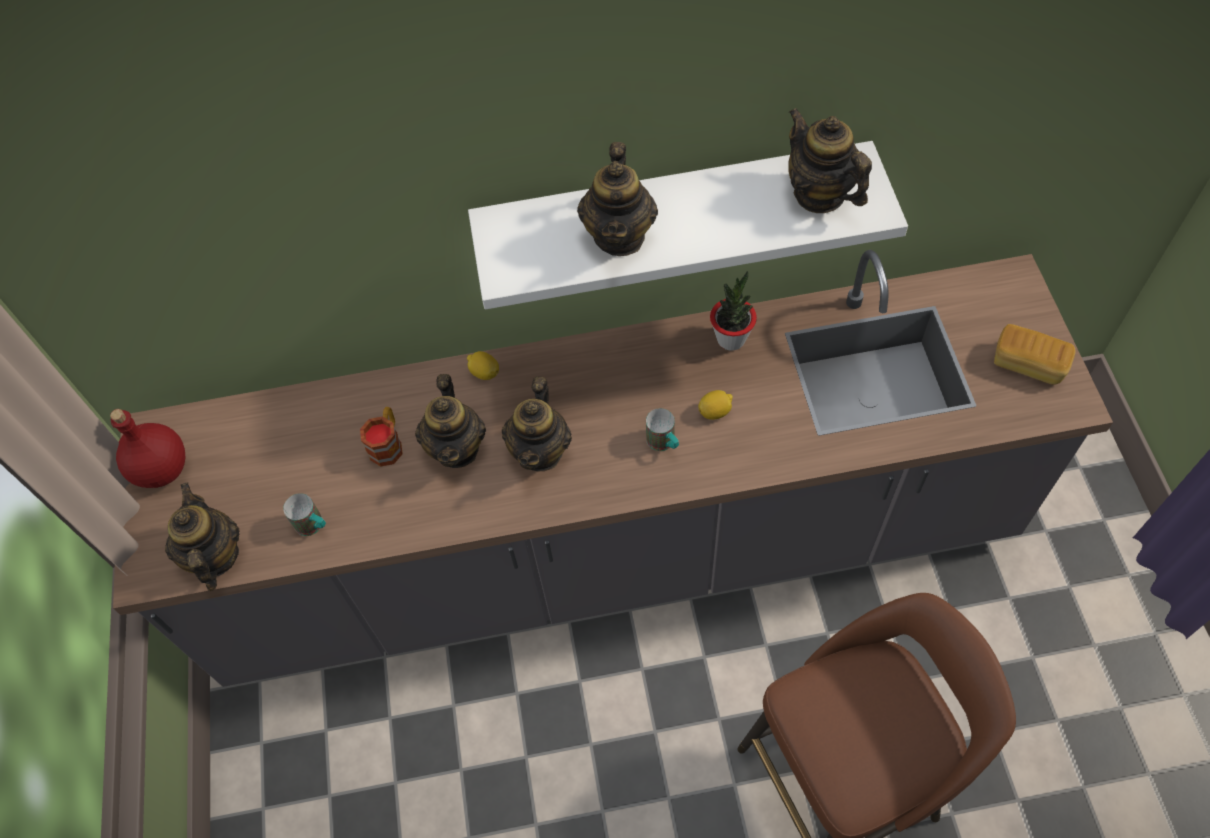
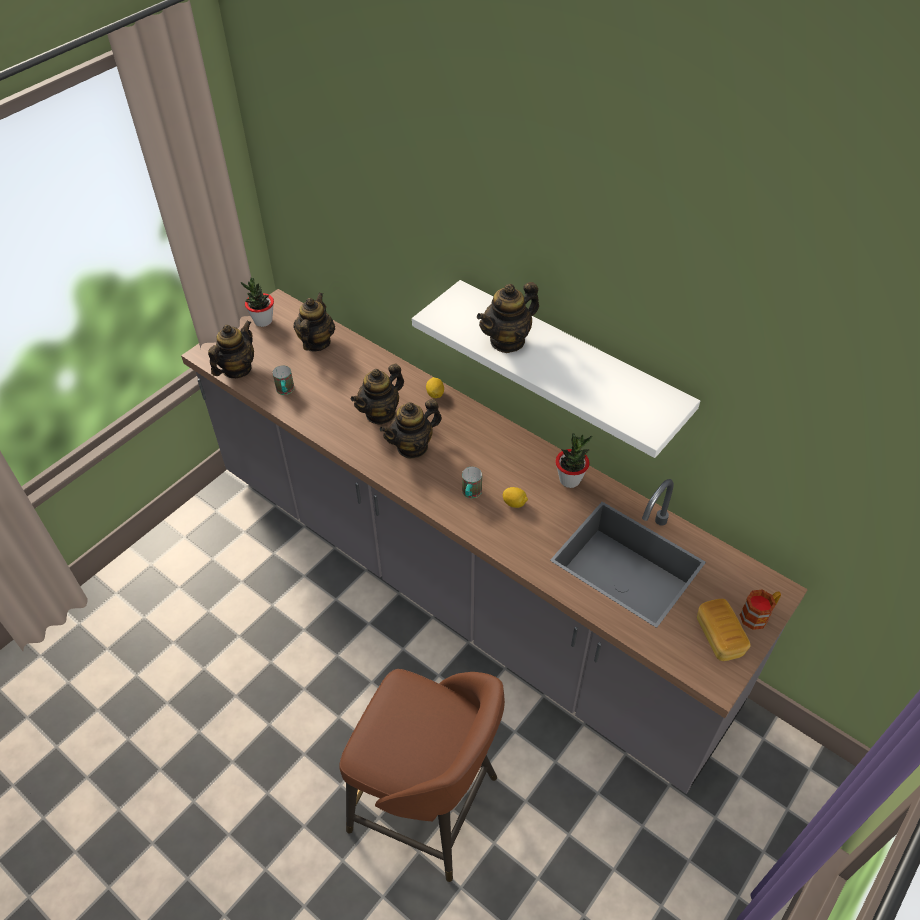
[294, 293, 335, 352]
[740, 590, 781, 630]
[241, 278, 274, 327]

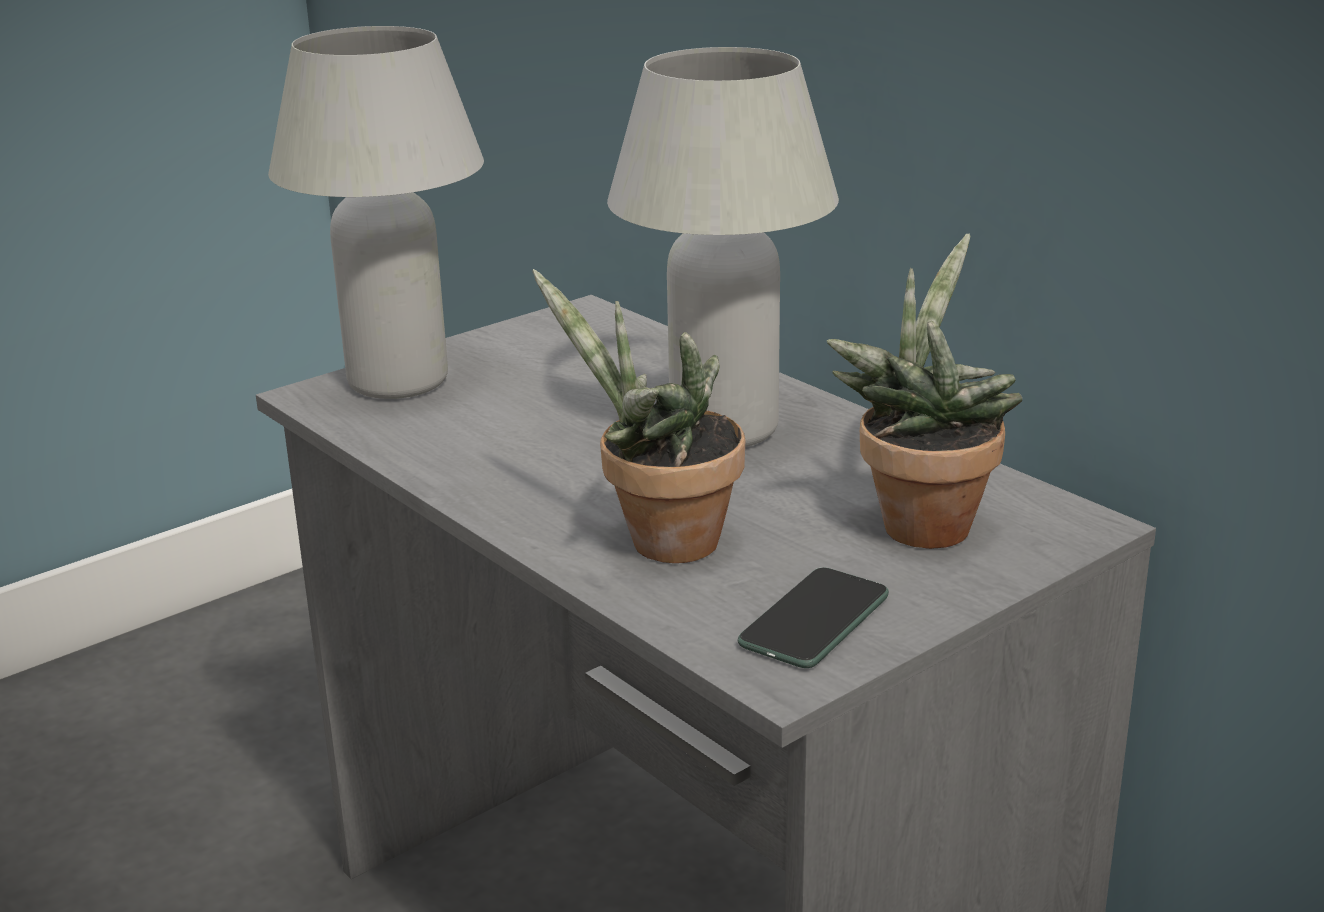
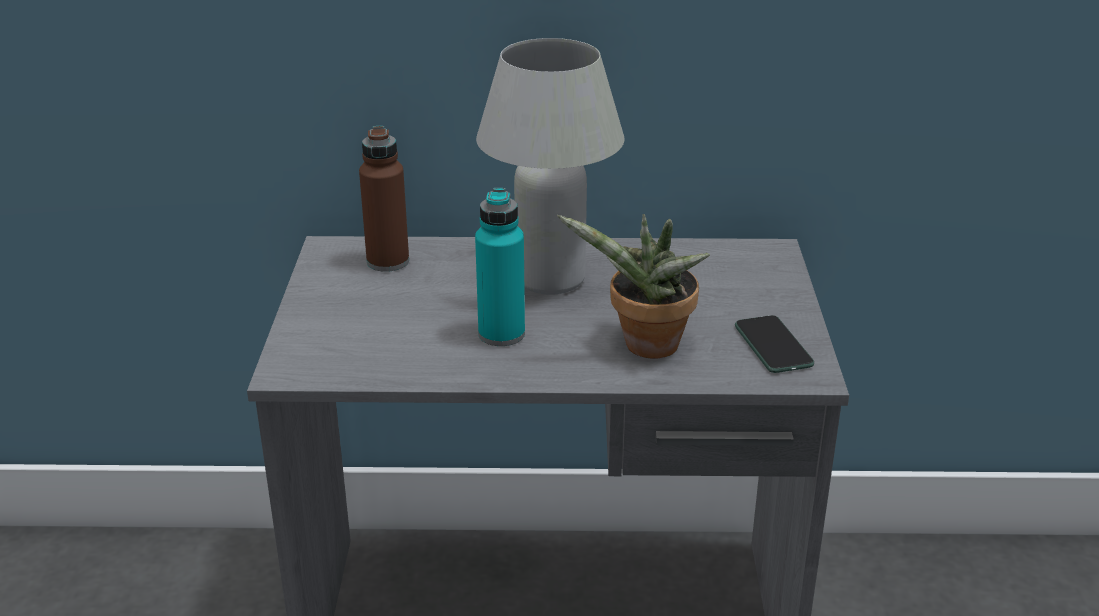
[268, 26, 484, 399] (first image)
[827, 234, 1022, 549] (first image)
[359, 126, 409, 272]
[475, 188, 525, 346]

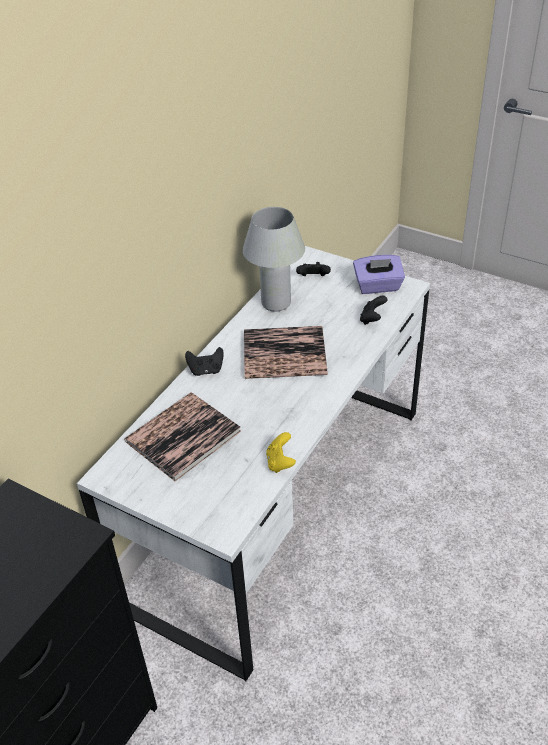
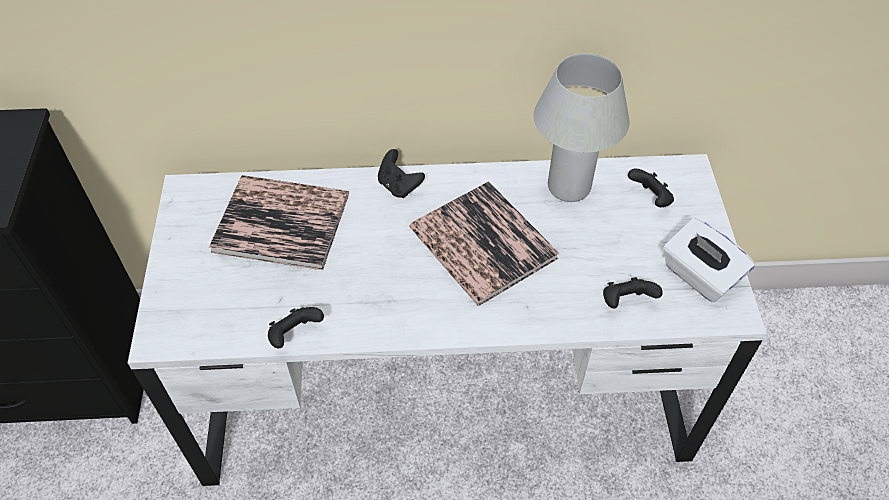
[663, 218, 755, 302]
[268, 307, 324, 349]

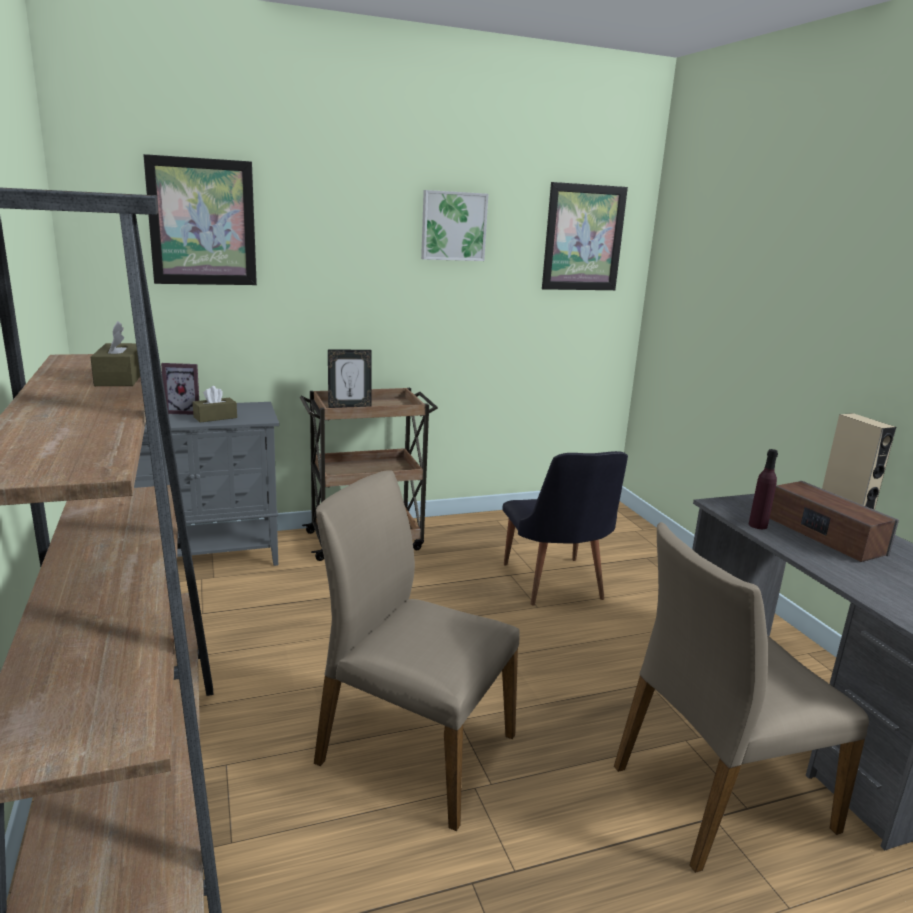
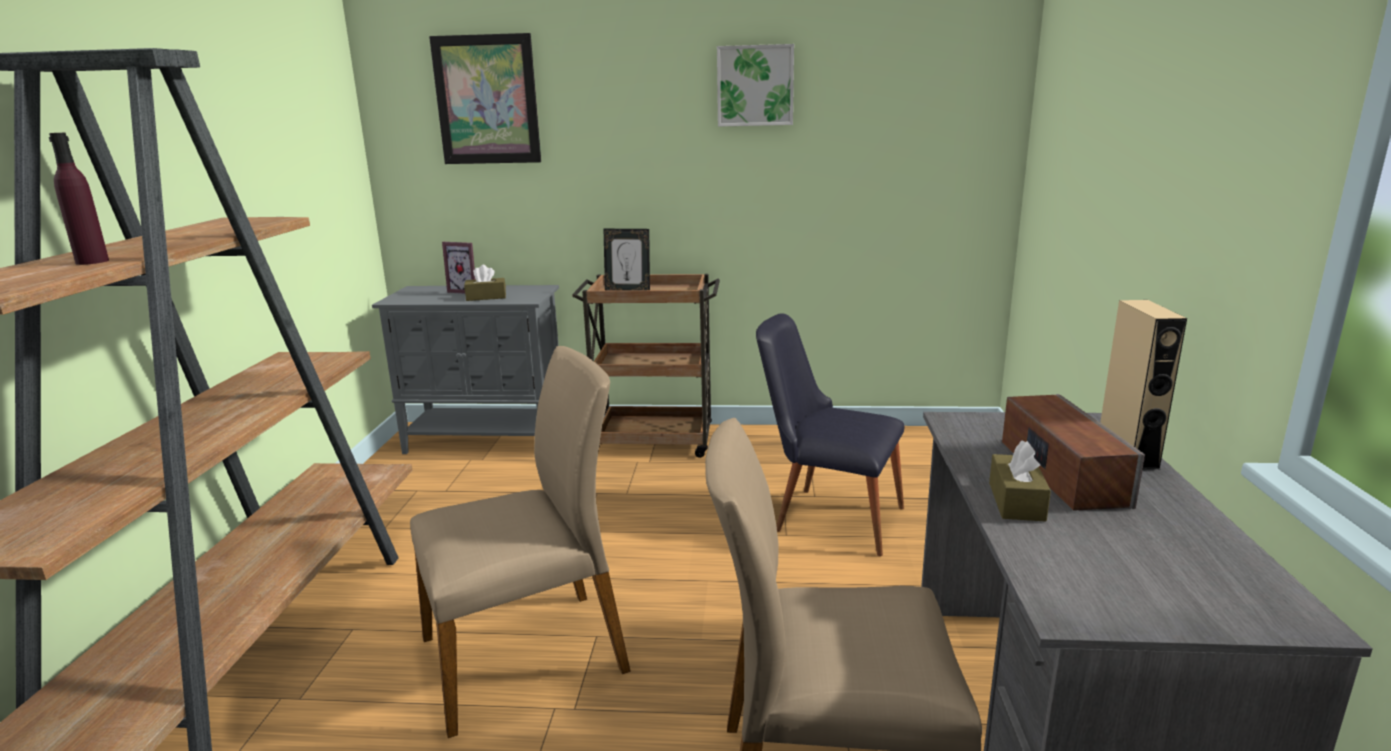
[542, 182, 628, 290] (first image)
[989, 440, 1051, 522]
[49, 133, 109, 265]
[756, 313, 904, 556]
[410, 346, 631, 738]

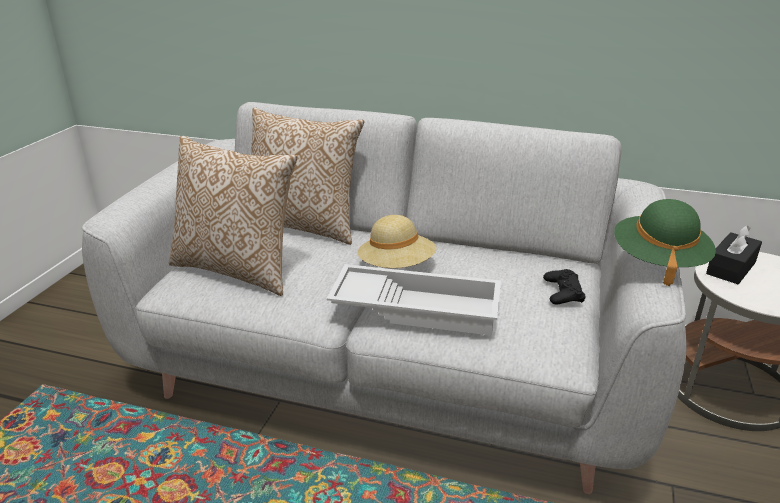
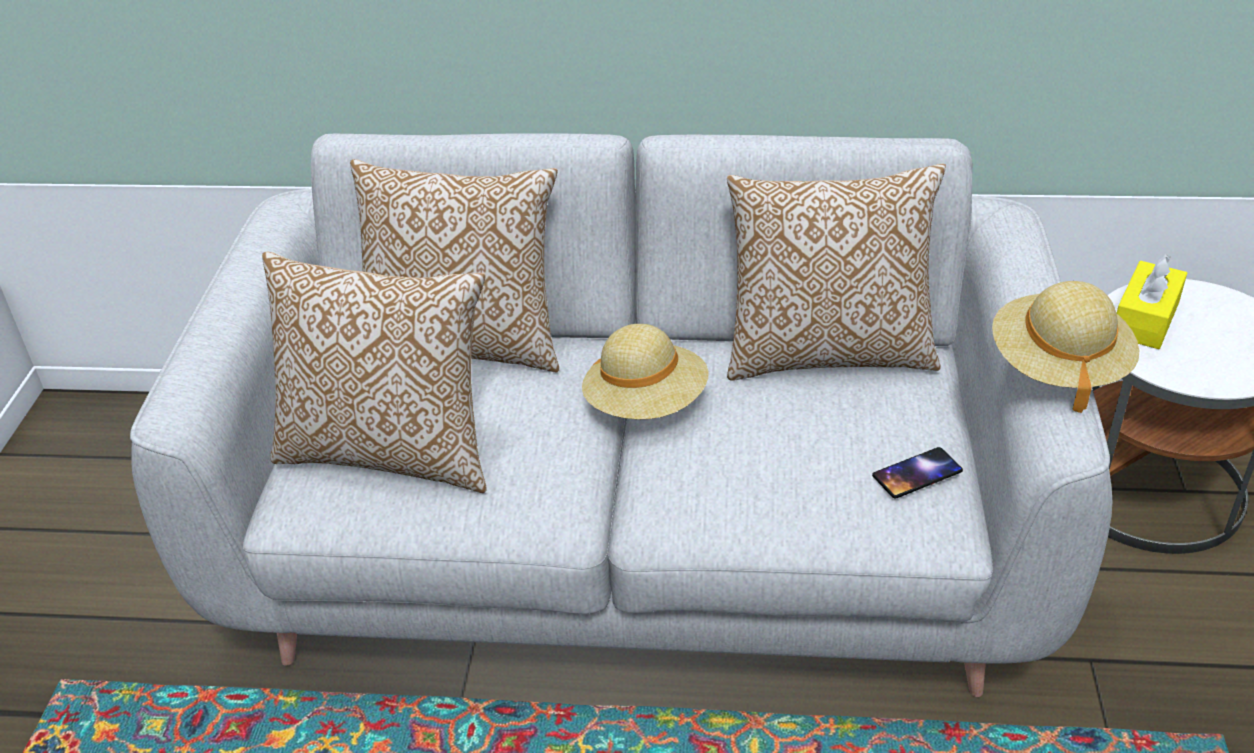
[992, 281, 1139, 413]
[1117, 254, 1187, 349]
[327, 264, 501, 335] (first image)
[543, 269, 585, 304] (first image)
[727, 163, 946, 381]
[872, 447, 963, 499]

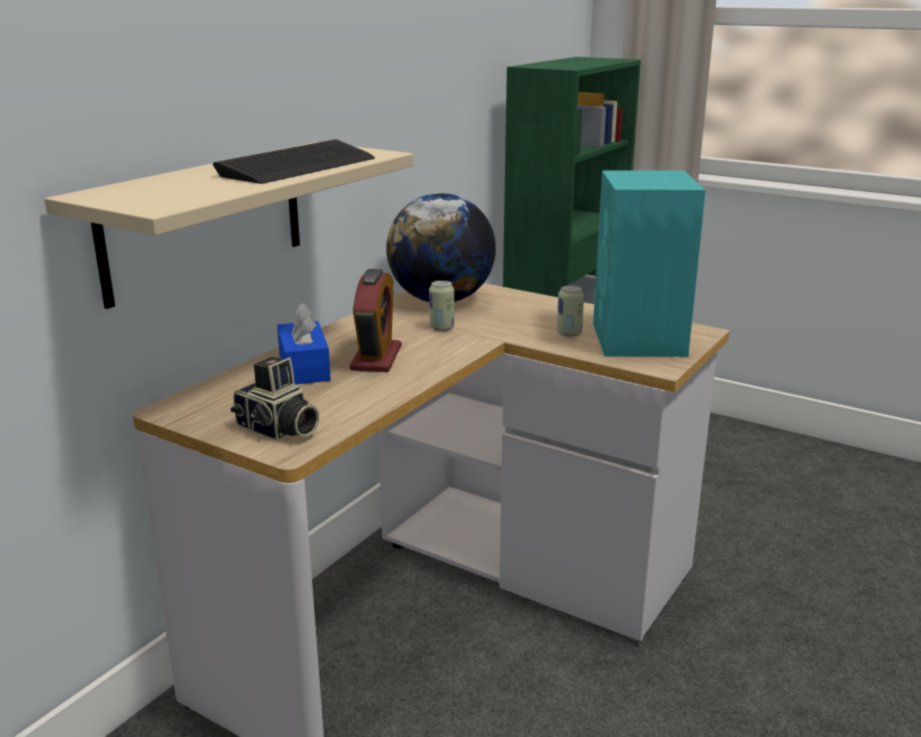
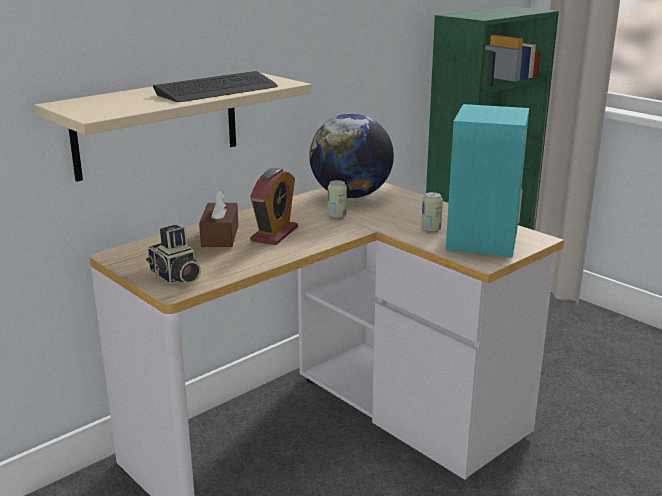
[199, 189, 239, 247]

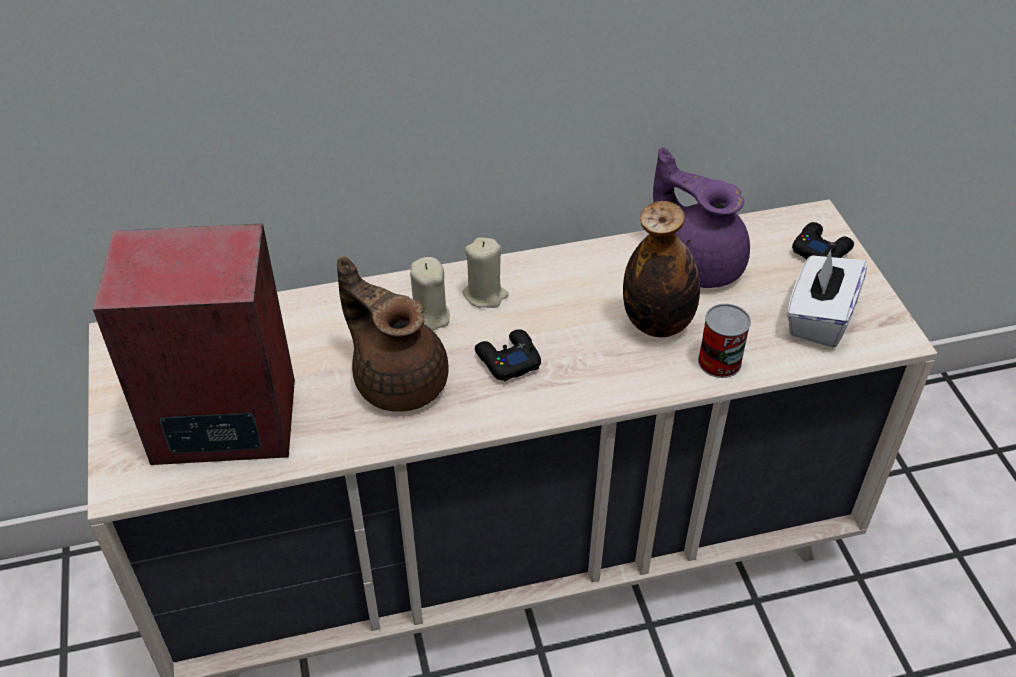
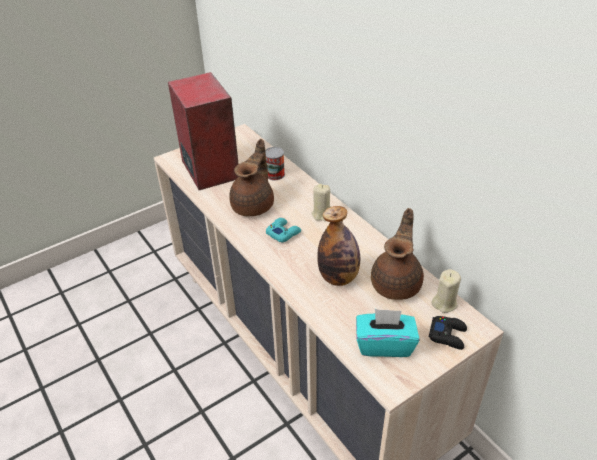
[371, 208, 424, 300]
[356, 309, 419, 357]
[432, 269, 461, 313]
[265, 147, 285, 181]
[266, 218, 301, 242]

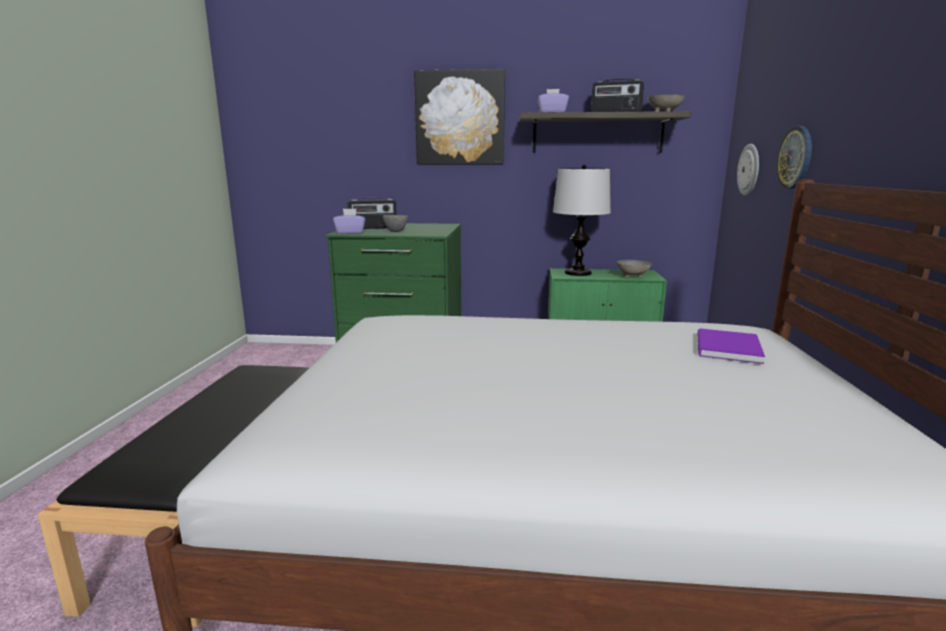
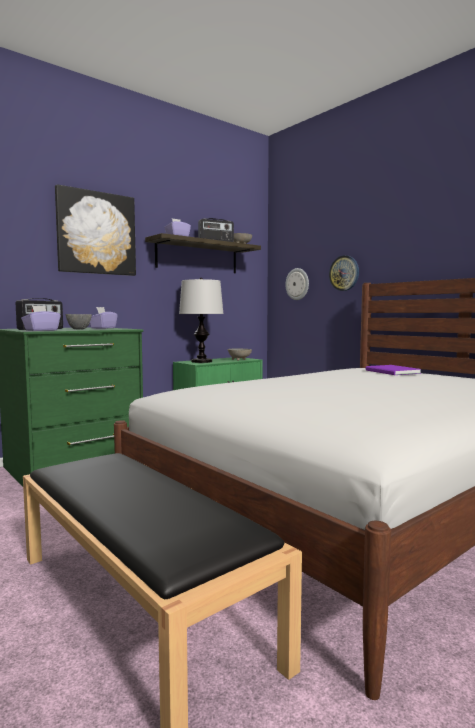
[90, 307, 118, 329]

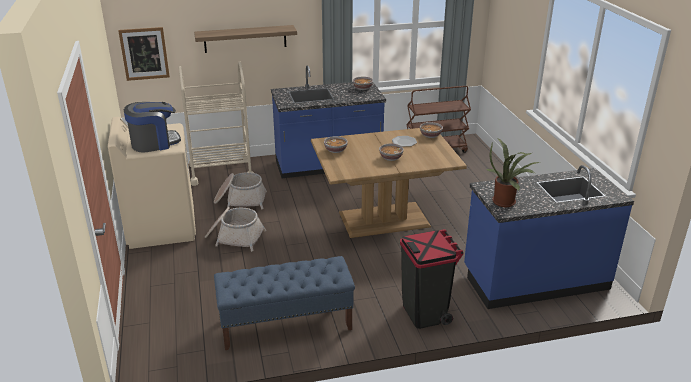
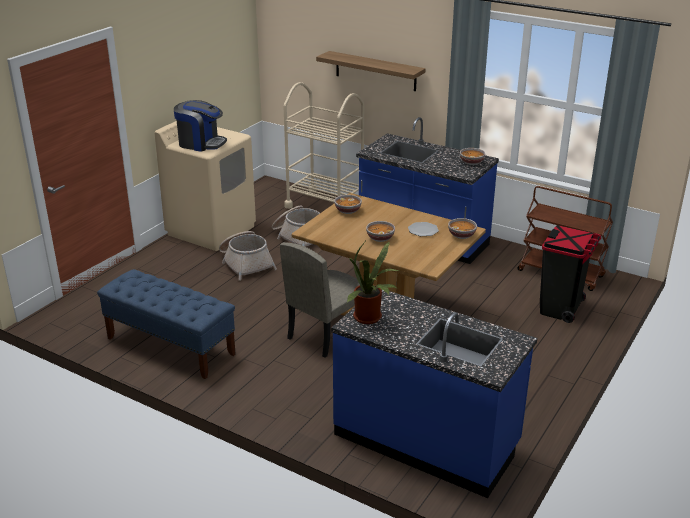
[118, 27, 170, 81] (first image)
[540, 225, 601, 323]
[280, 242, 360, 358]

